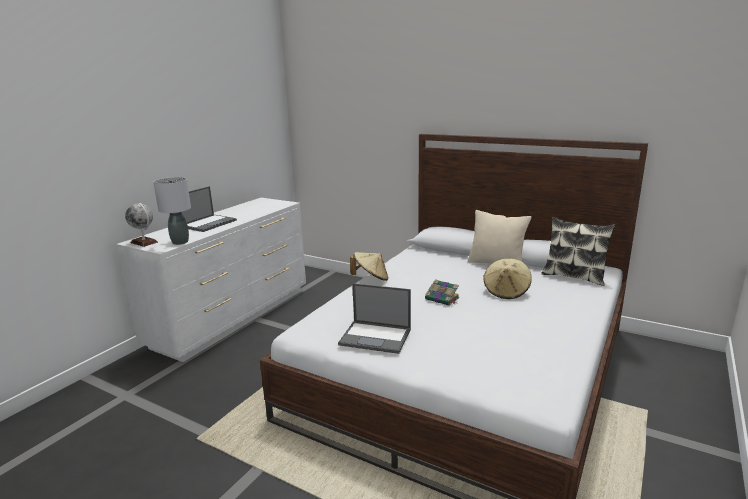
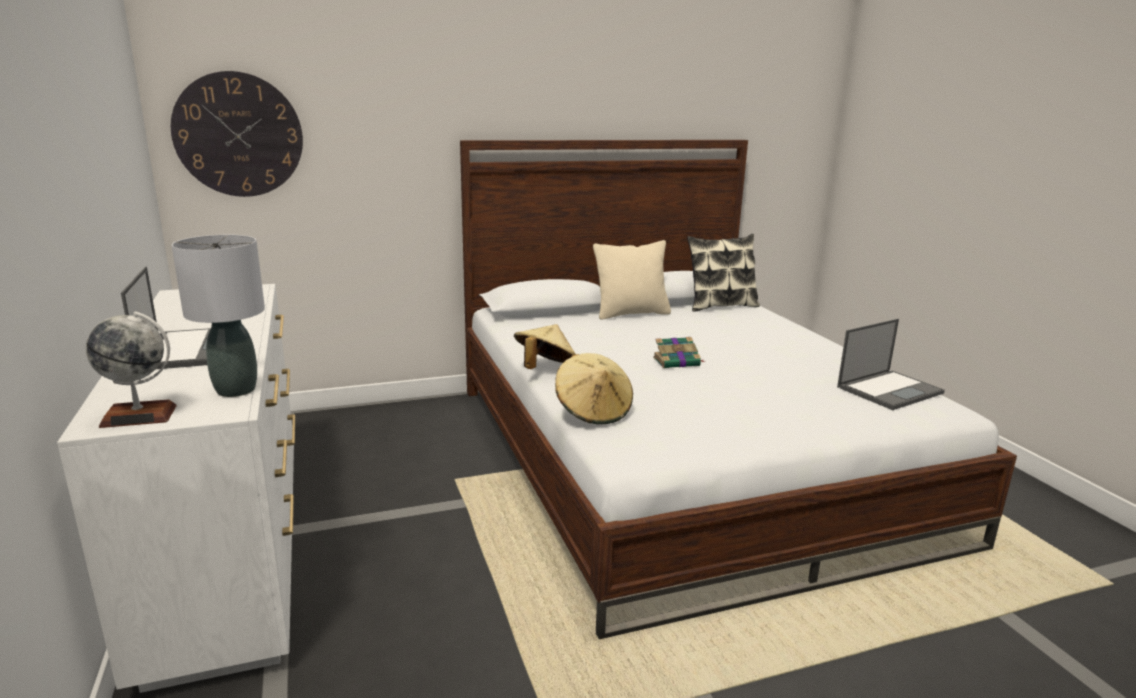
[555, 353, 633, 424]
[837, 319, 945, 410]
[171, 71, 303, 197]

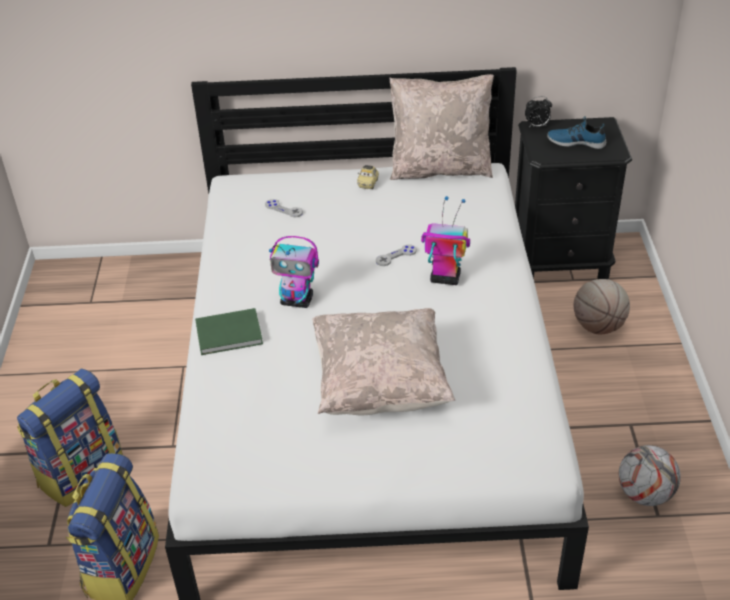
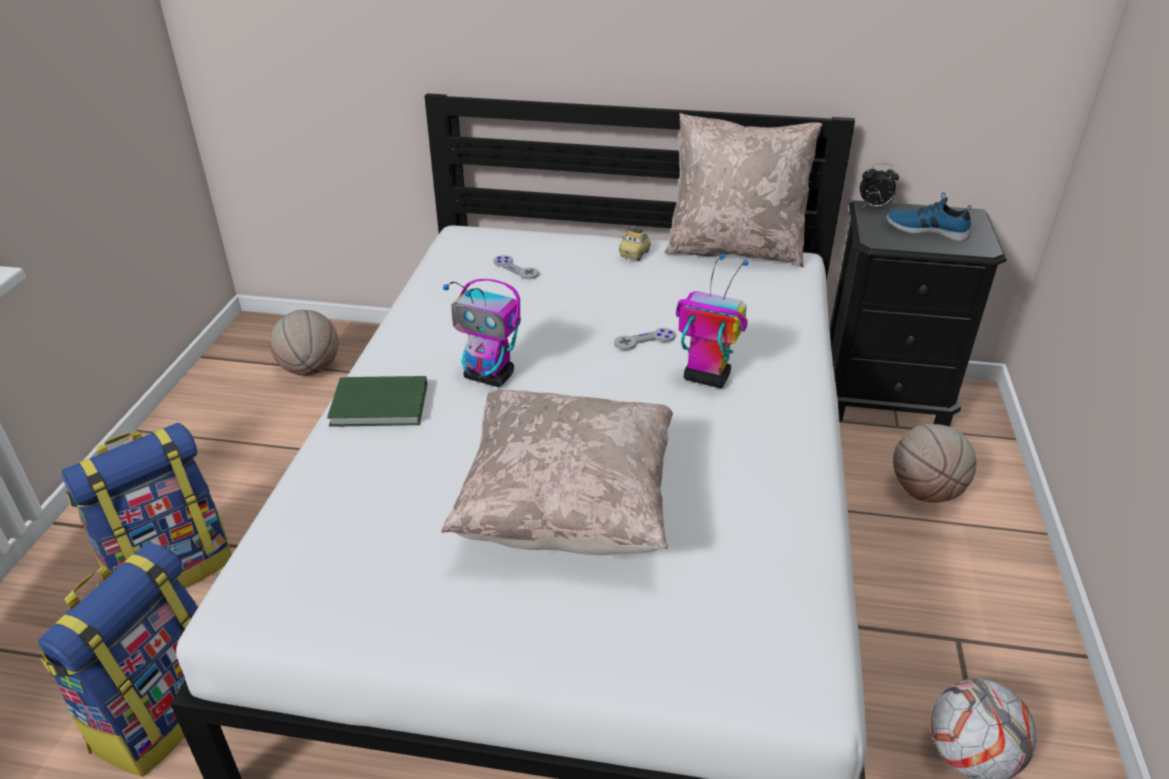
[270, 310, 339, 376]

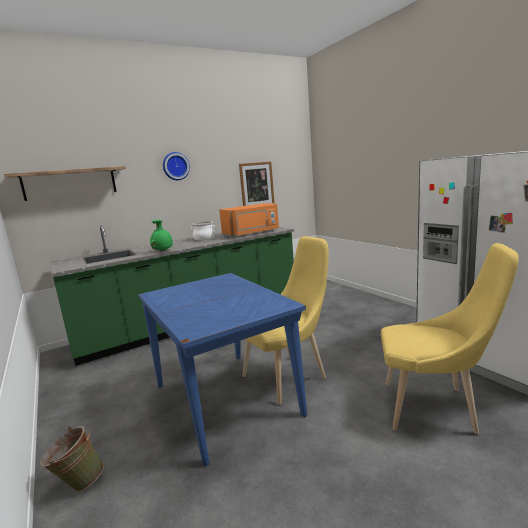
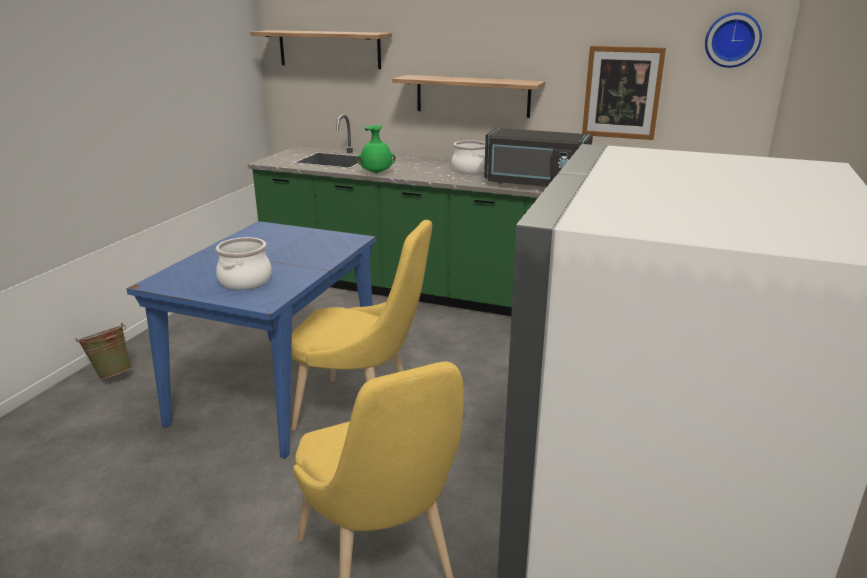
[705, 12, 762, 68]
[484, 128, 593, 187]
[392, 75, 545, 118]
[216, 237, 272, 289]

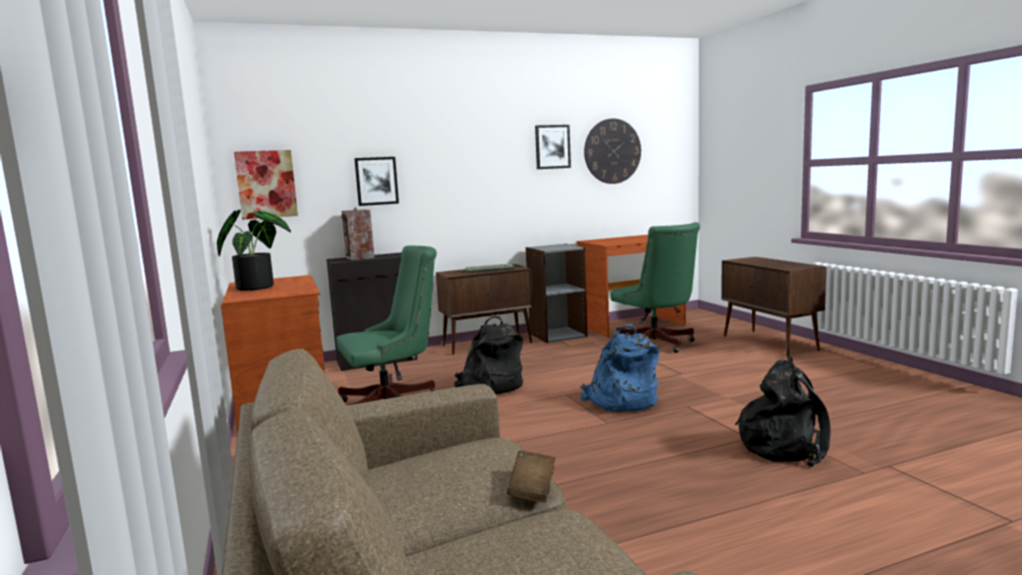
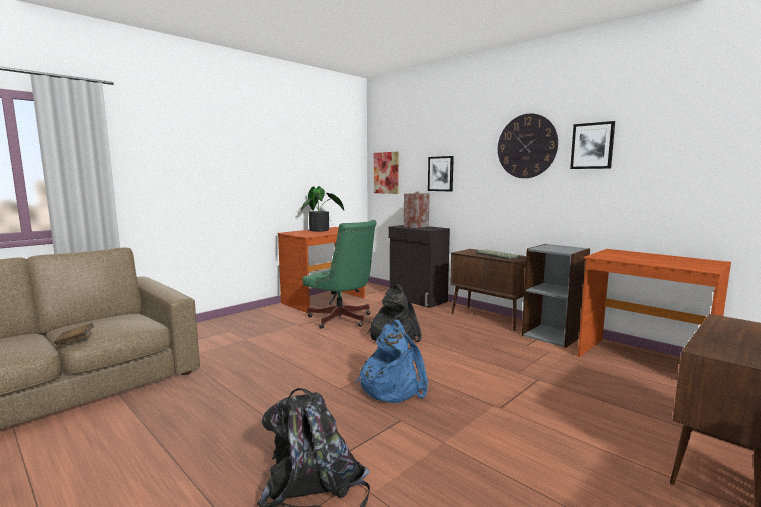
[498, 113, 558, 178]
[610, 222, 700, 353] (first image)

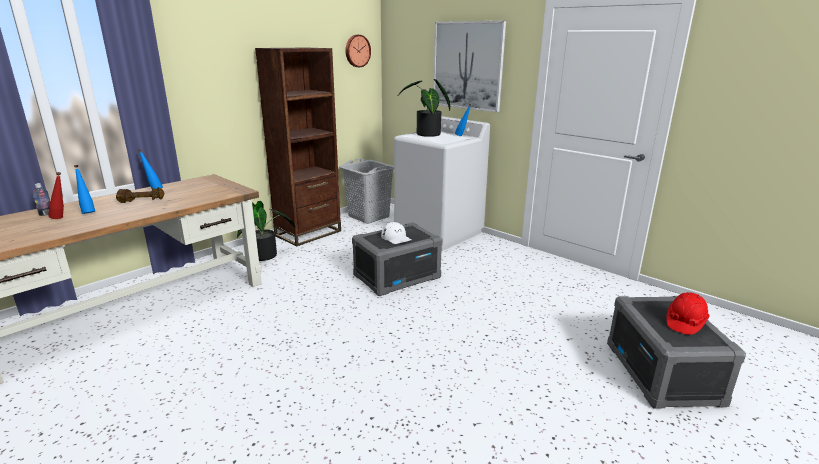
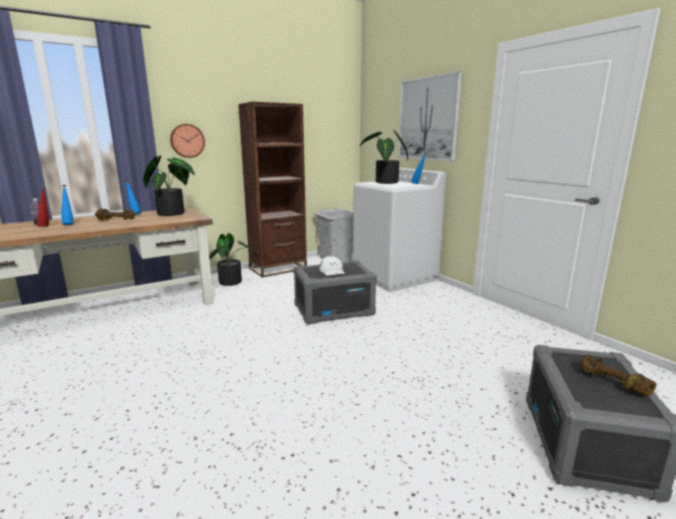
[170, 124, 205, 158]
[580, 354, 656, 396]
[143, 156, 195, 216]

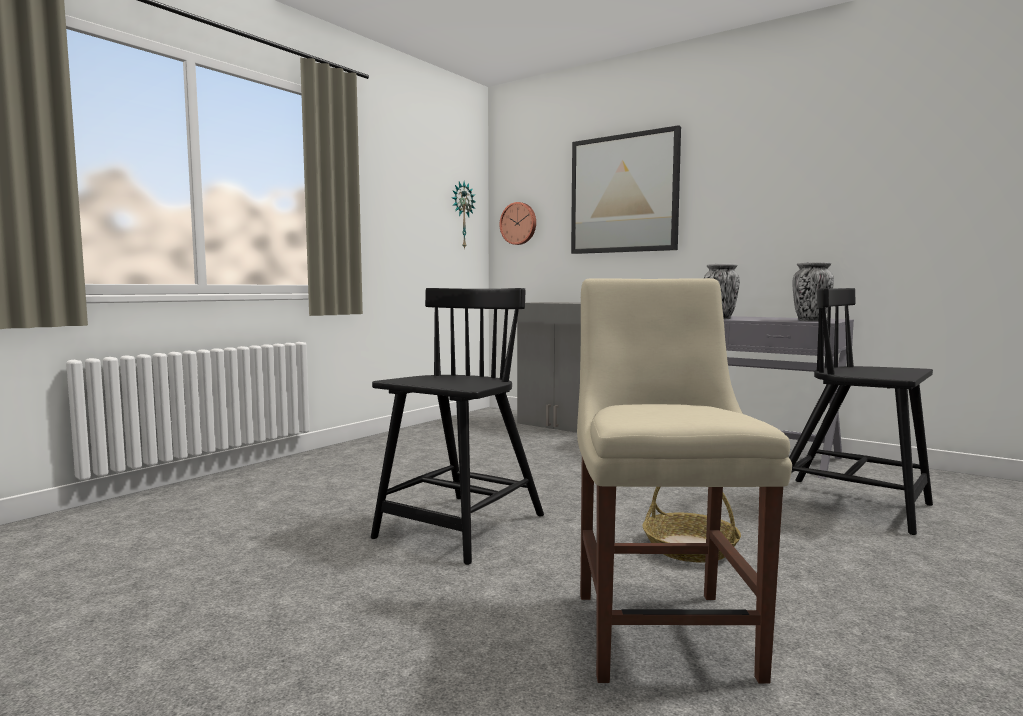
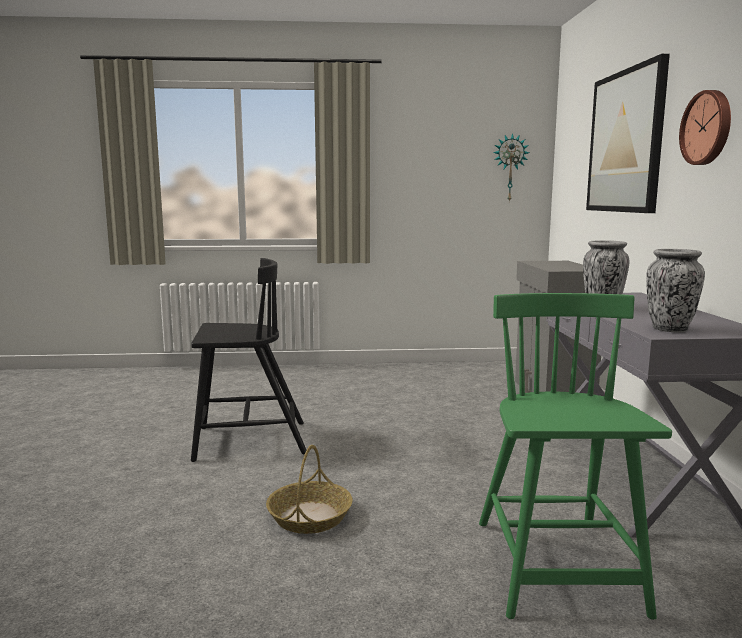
[679, 90, 731, 165]
[577, 278, 792, 684] (first image)
[479, 293, 672, 620]

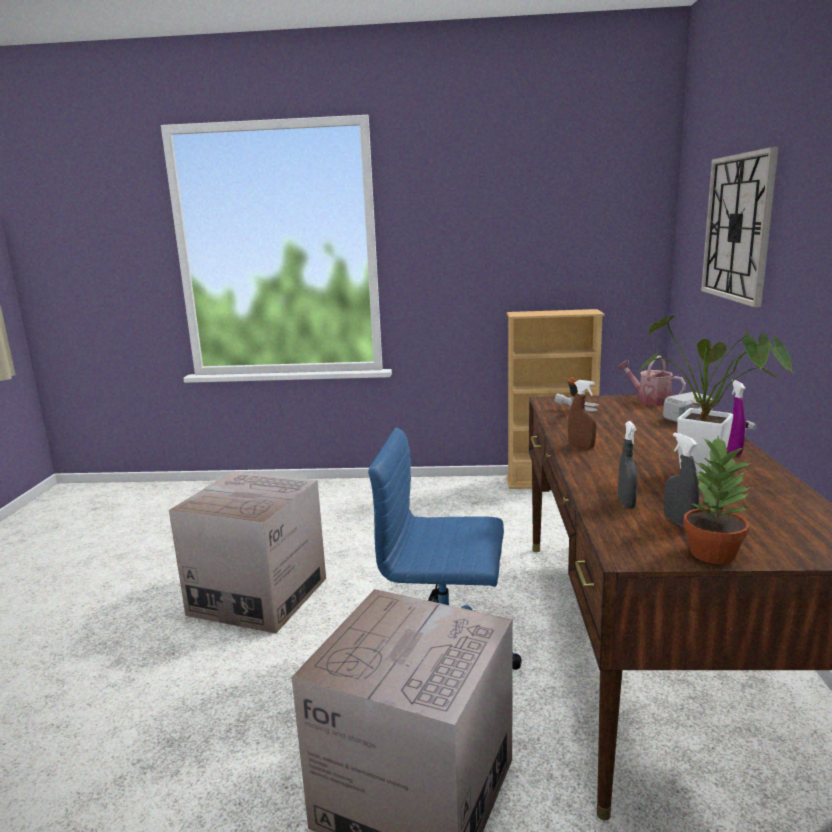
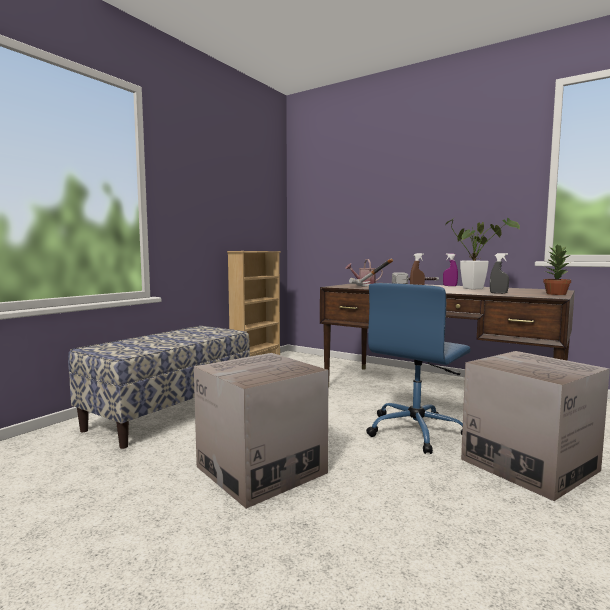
[701, 147, 779, 307] (first image)
[664, 433, 700, 527] (first image)
[68, 326, 250, 449]

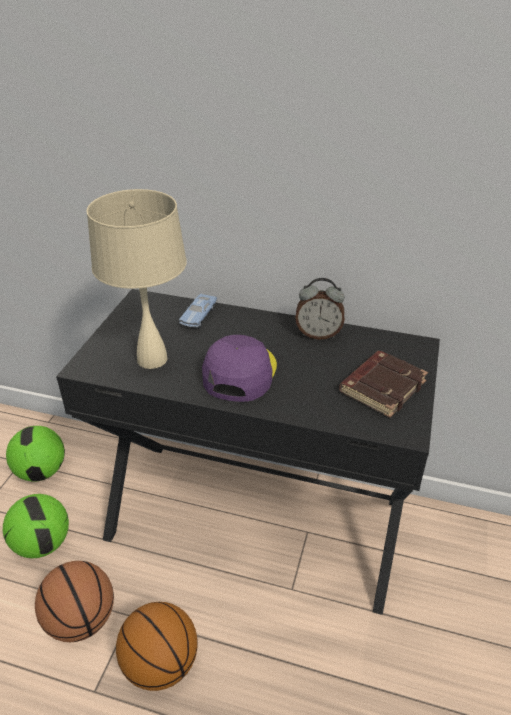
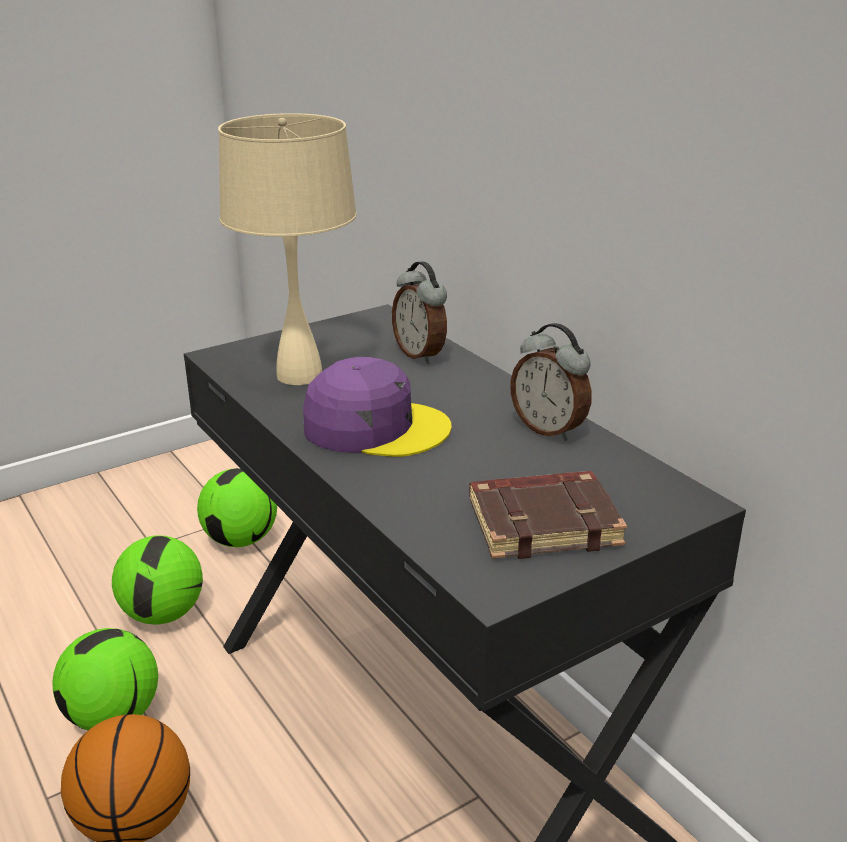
[392, 261, 447, 364]
[303, 357, 452, 457]
[52, 628, 158, 730]

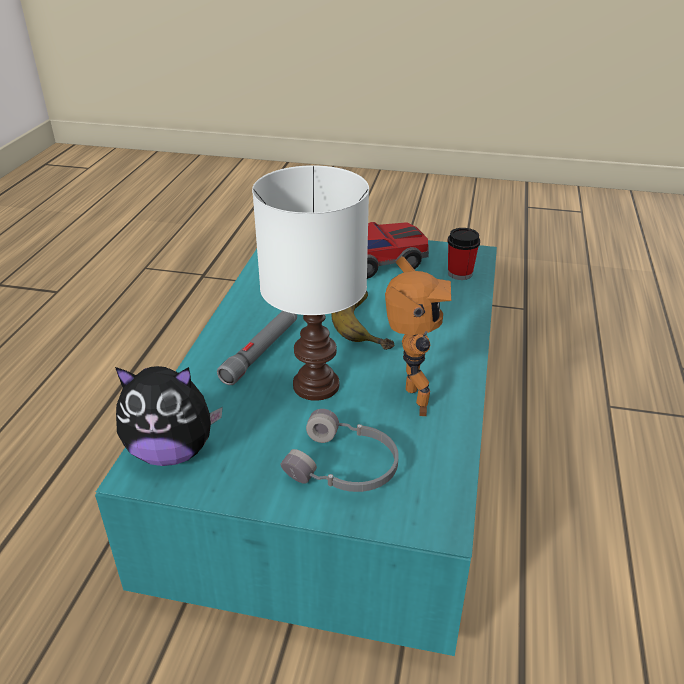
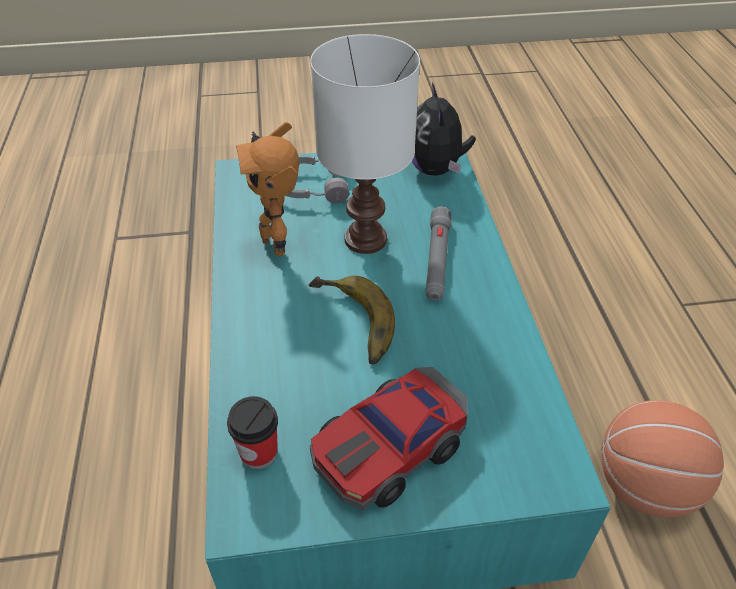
[412, 82, 476, 176]
[601, 400, 724, 518]

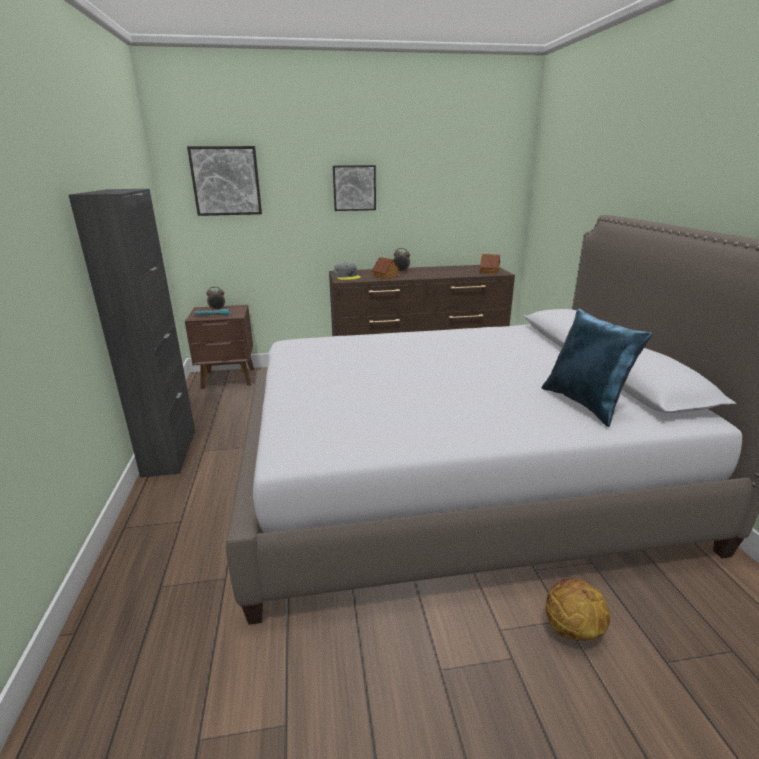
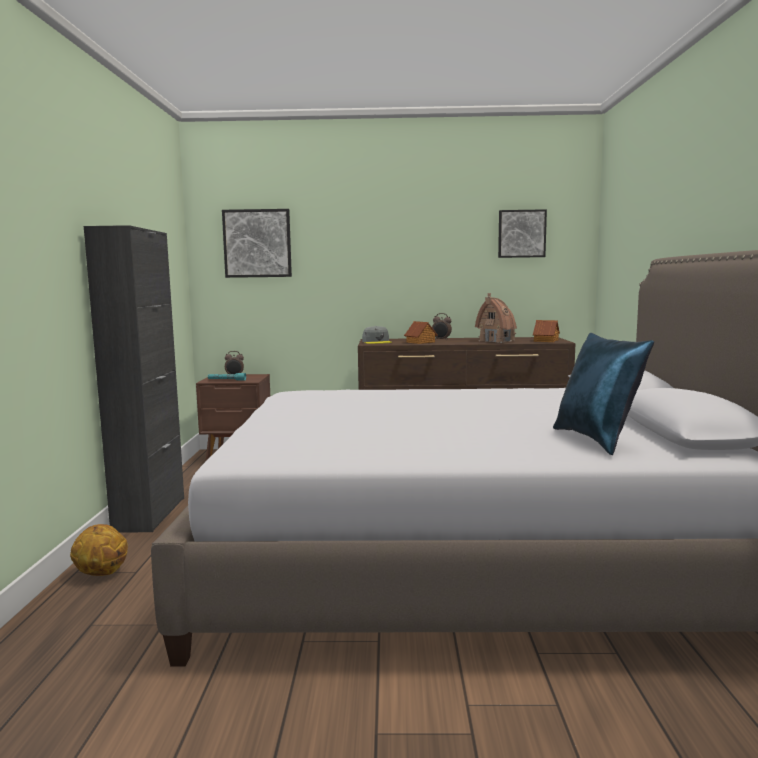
[498, 209, 547, 258]
[70, 524, 128, 576]
[475, 293, 517, 343]

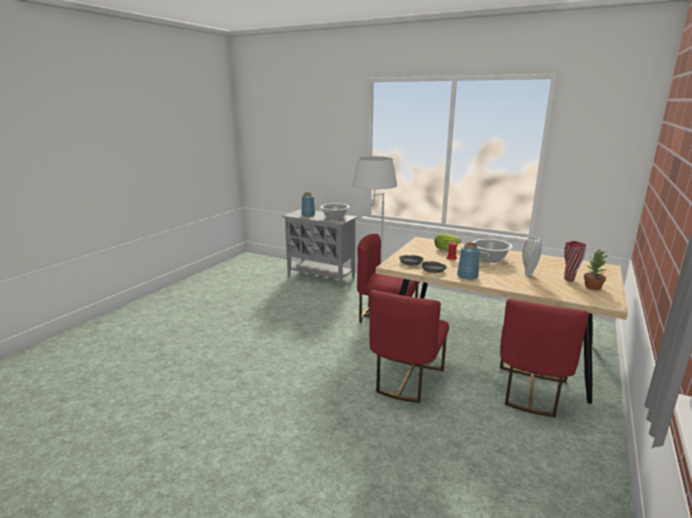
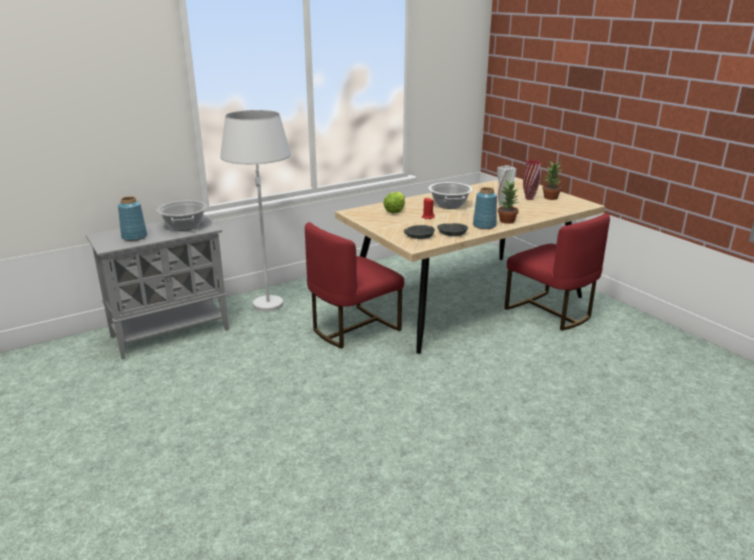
[369, 290, 449, 403] (first image)
[498, 179, 520, 224]

